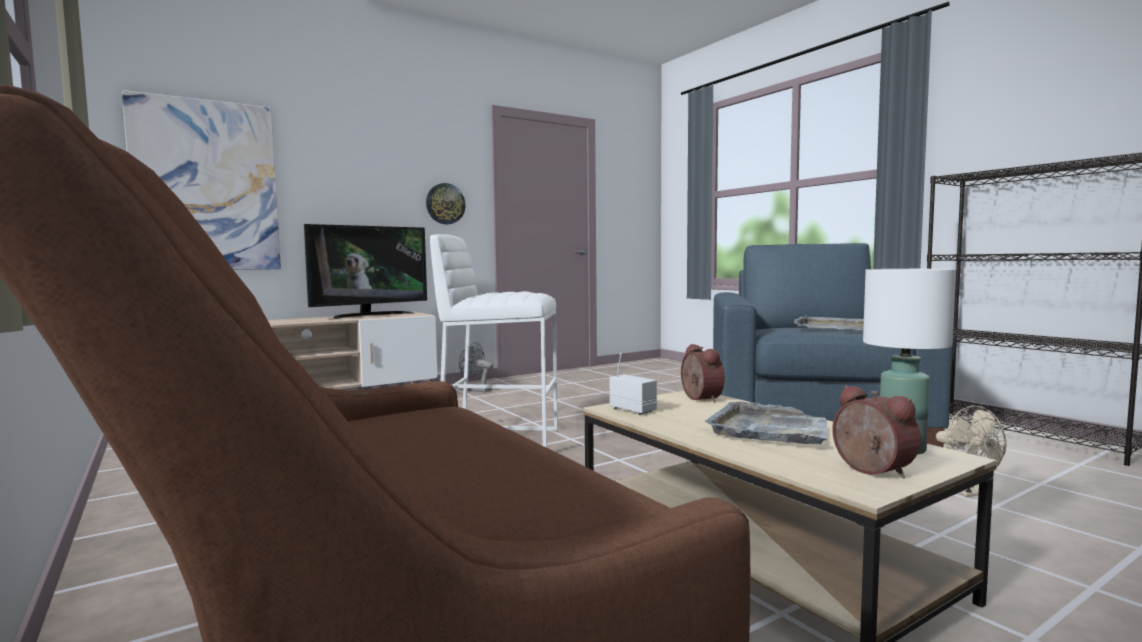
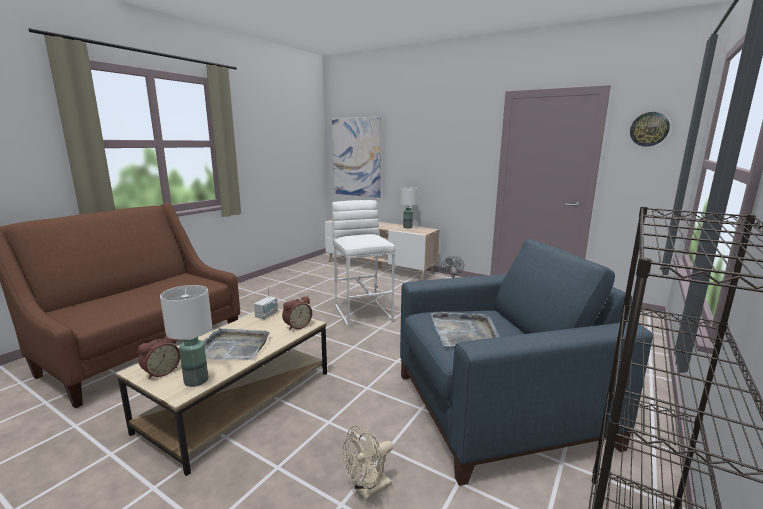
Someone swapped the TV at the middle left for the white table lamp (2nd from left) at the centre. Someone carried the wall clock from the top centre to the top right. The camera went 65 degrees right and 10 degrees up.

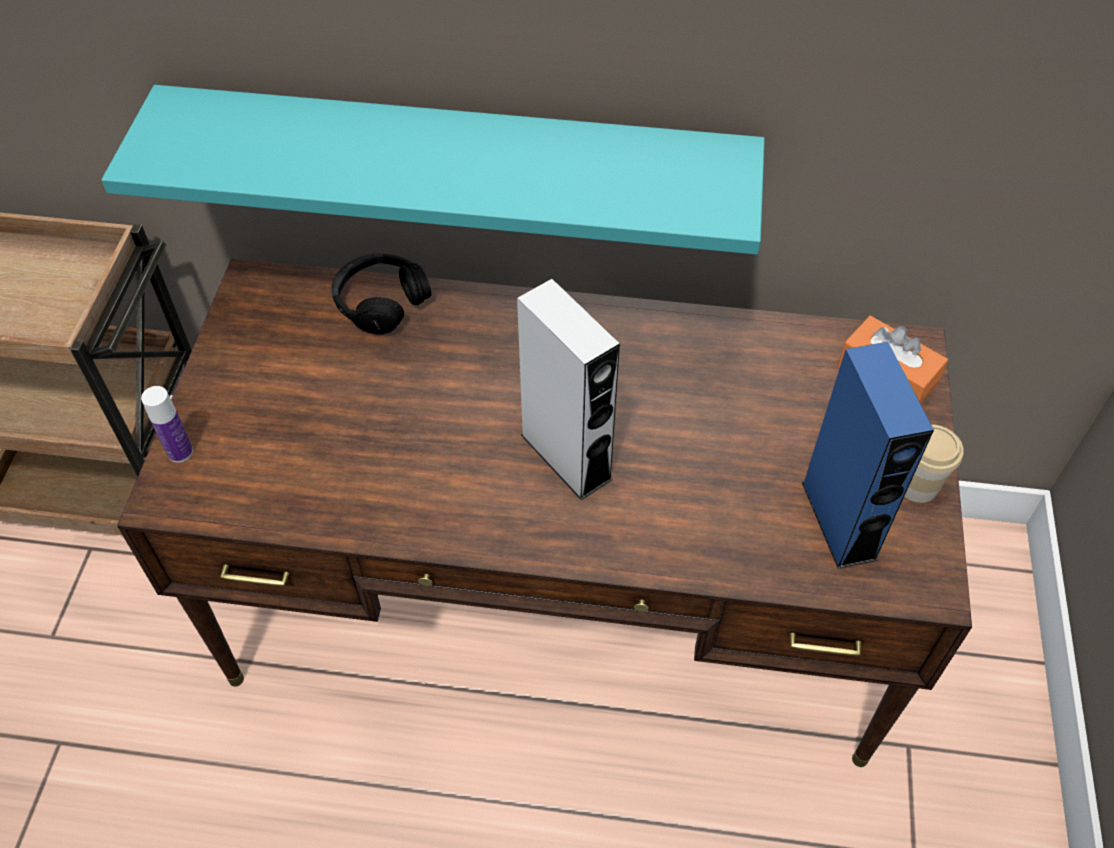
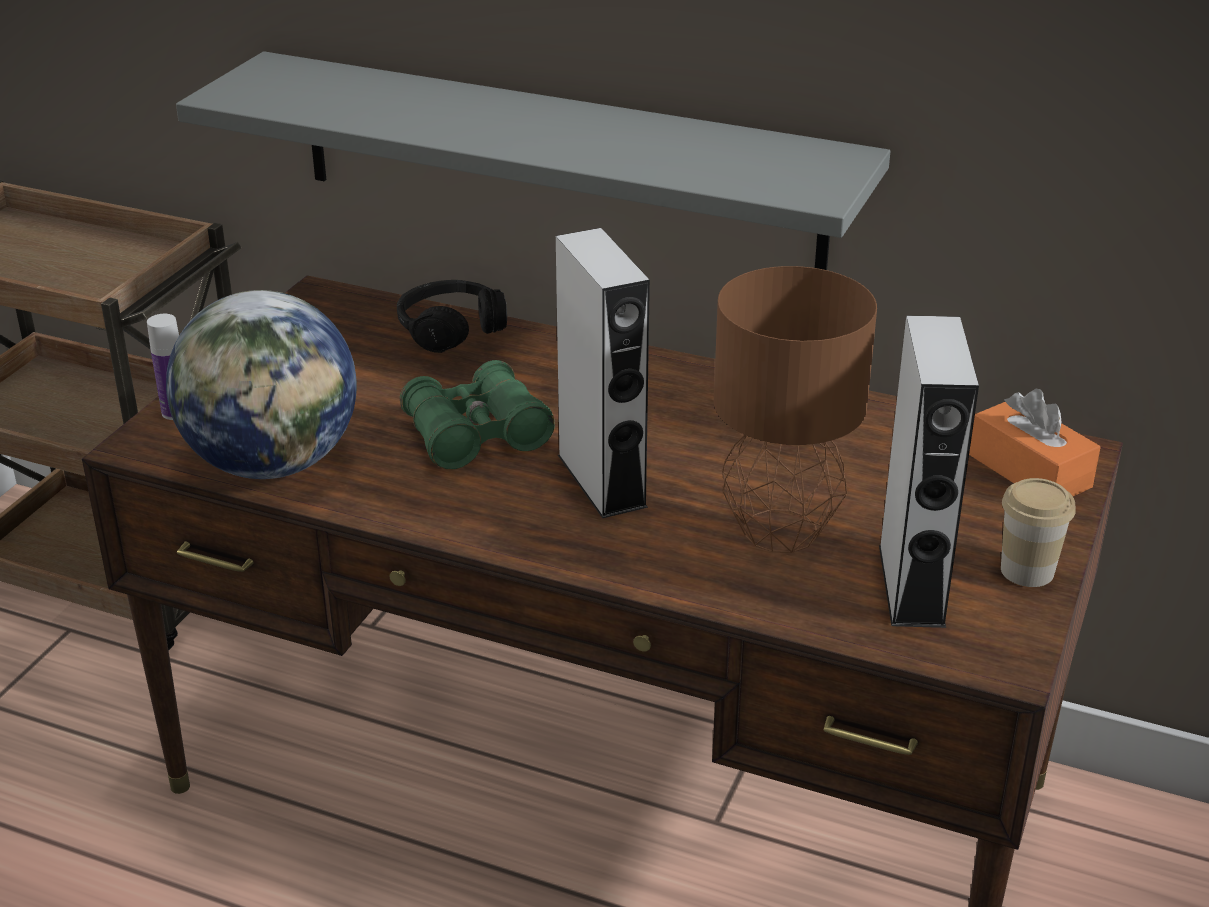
Someone put down the world globe at the middle left. Someone repainted the turquoise wall shelf at the top centre, which became the grey wall shelf at the top centre. Someone put down the green pair of binoculars at the centre. Someone put down the brown table lamp at the centre. Someone repainted the bluish audio speaker at the middle right, which became the grey audio speaker (2nd from left) at the middle right. The camera went 15 degrees right and 20 degrees down.

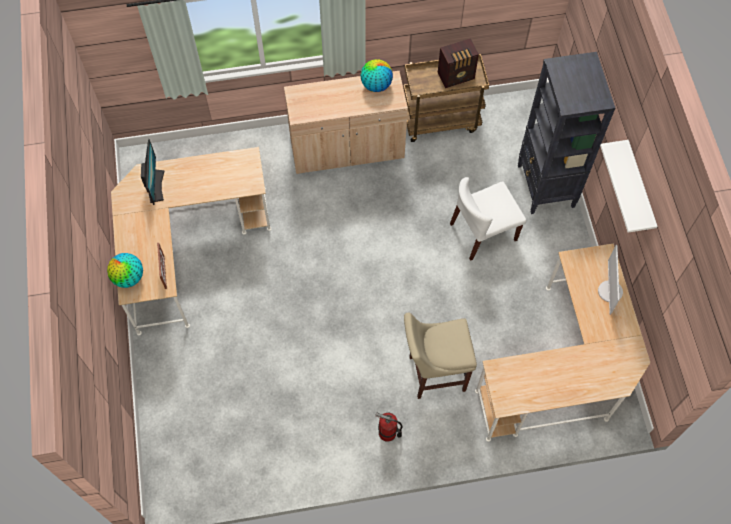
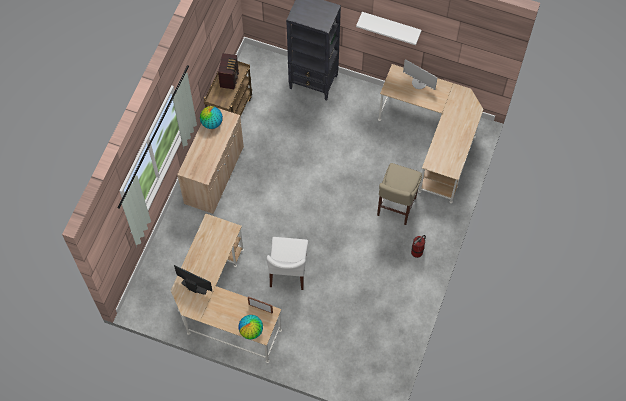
Someone carried the white chair from the middle right to the centre. The camera went 60 degrees left and 0 degrees up.

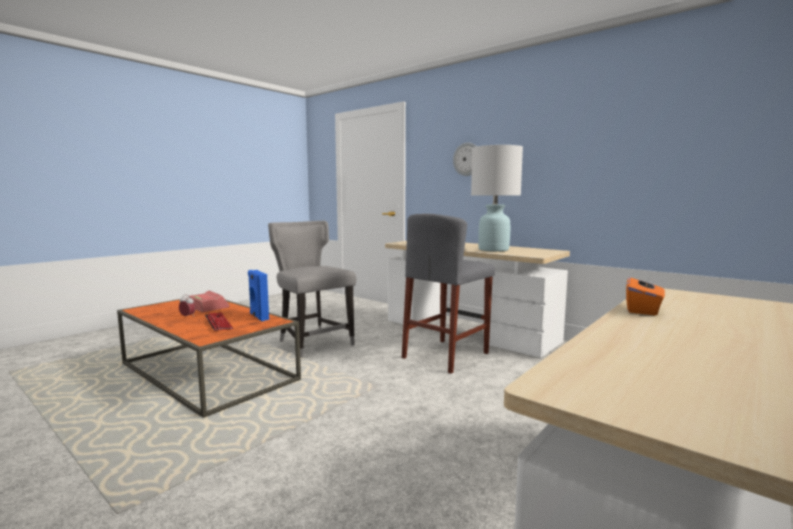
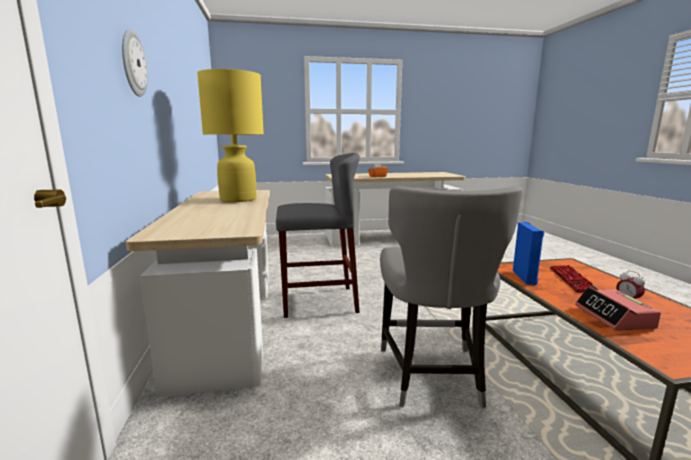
Someone repainted the white table lamp at the centre, which became the yellow table lamp at the top left. The camera went 140 degrees left and 5 degrees up.

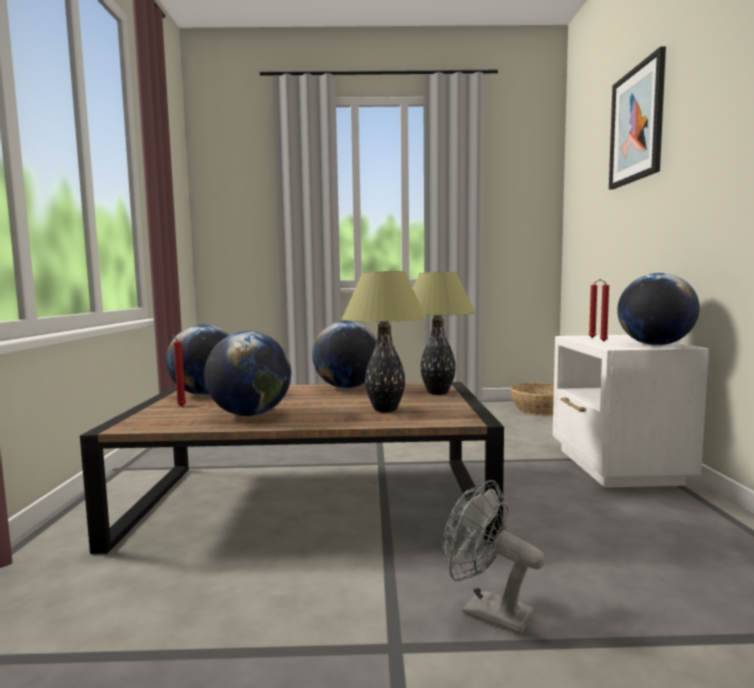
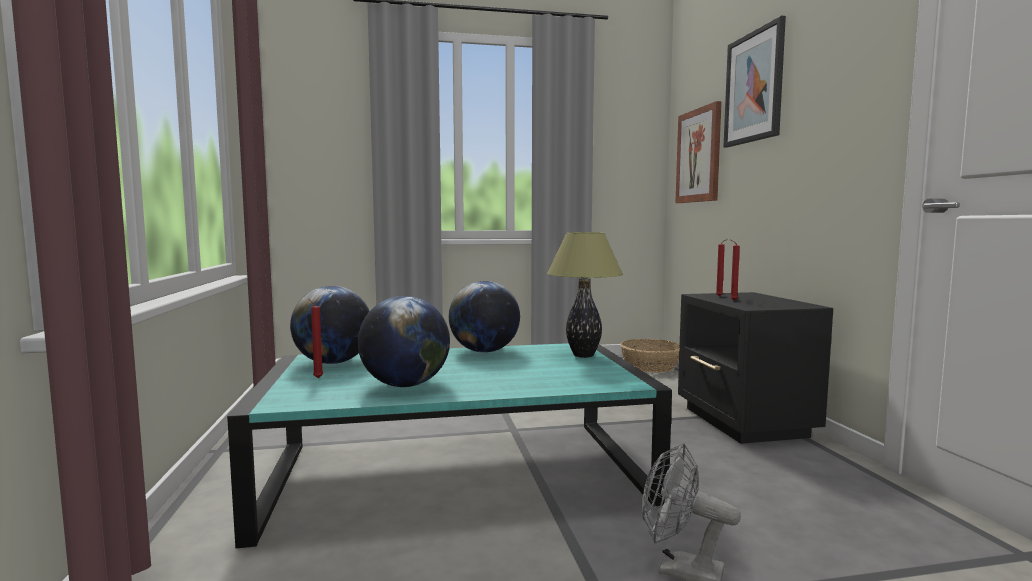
Someone repainted the brown low table at the bottom centre, which became the turquoise low table at the bottom centre. Someone put up the wall art (1st from left) at the top right. Someone repainted the white bedside table at the middle right, which became the black bedside table at the middle right. Someone took away the table lamp (1st from left) at the centre. Someone took away the world globe (4th from left) at the middle right. The camera went 10 degrees left and 0 degrees up.

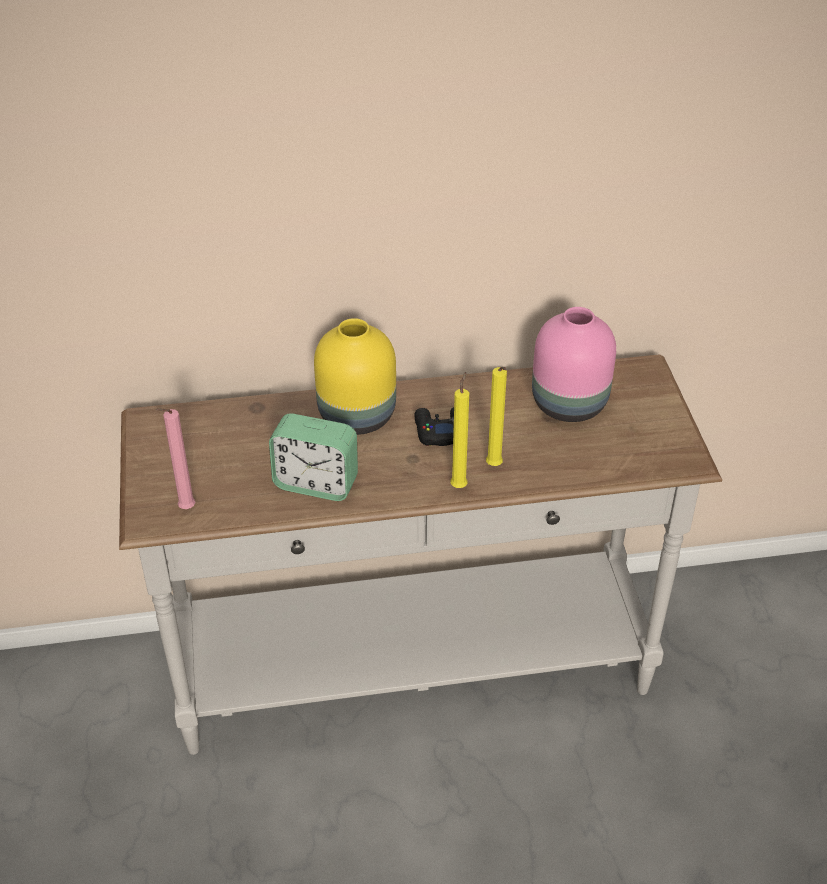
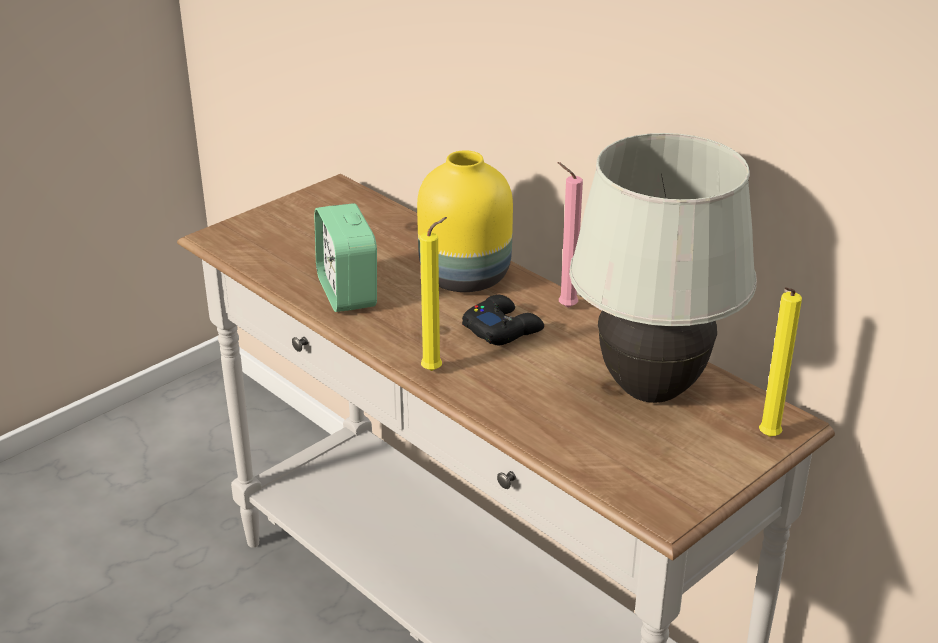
Someone carried the pinkish wax candle from the middle left to the centre. Someone swapped the pinkish decorative vase at the middle right for the white table lamp at the middle right. Someone carried the yellow wax candle (2nd from left) from the centre to the middle right. The camera went 55 degrees right and 10 degrees down.

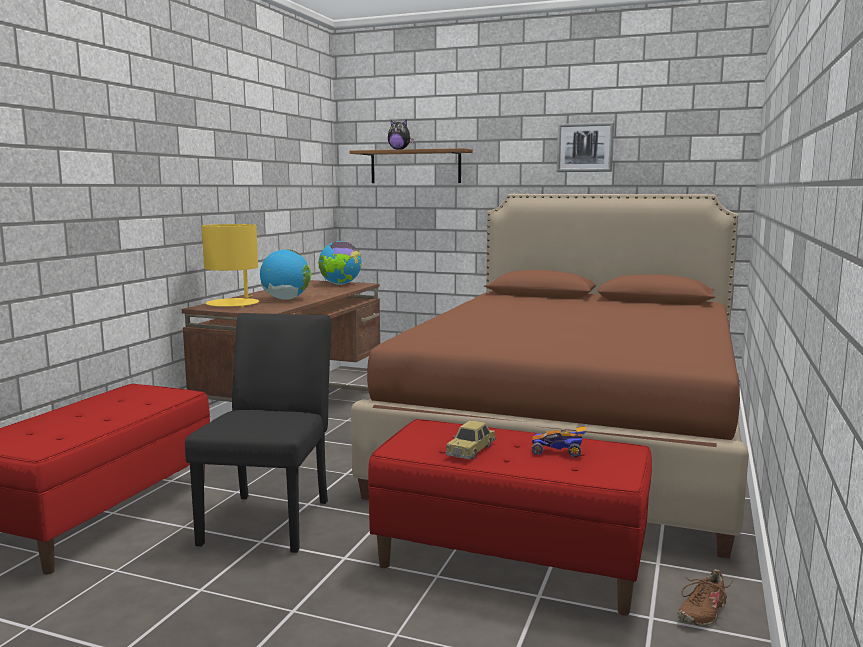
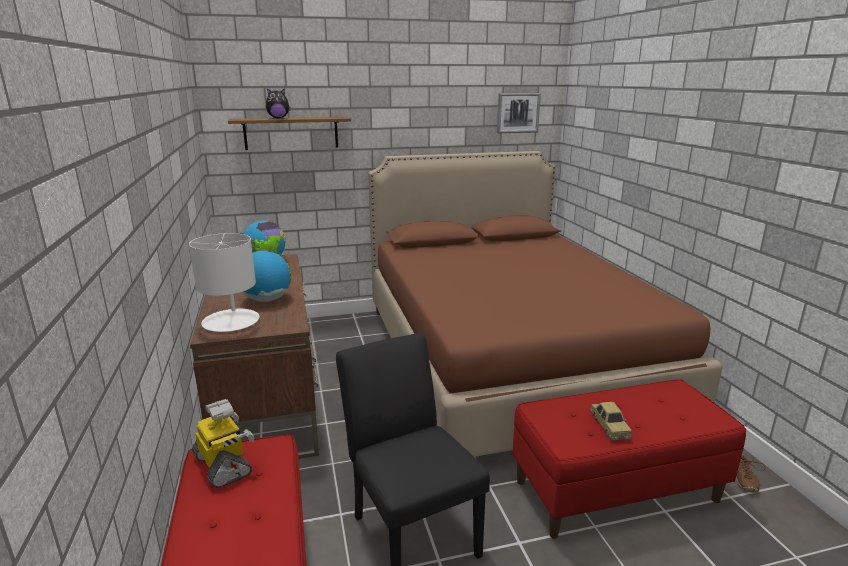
Someone repainted the yellow table lamp at the middle left, which became the white table lamp at the middle left. Someone put down the toy robot at the bottom left. Someone carried the wall art from the top right to the top centre. Someone took away the model car (2nd from left) at the bottom centre. The camera went 35 degrees left and 10 degrees up.

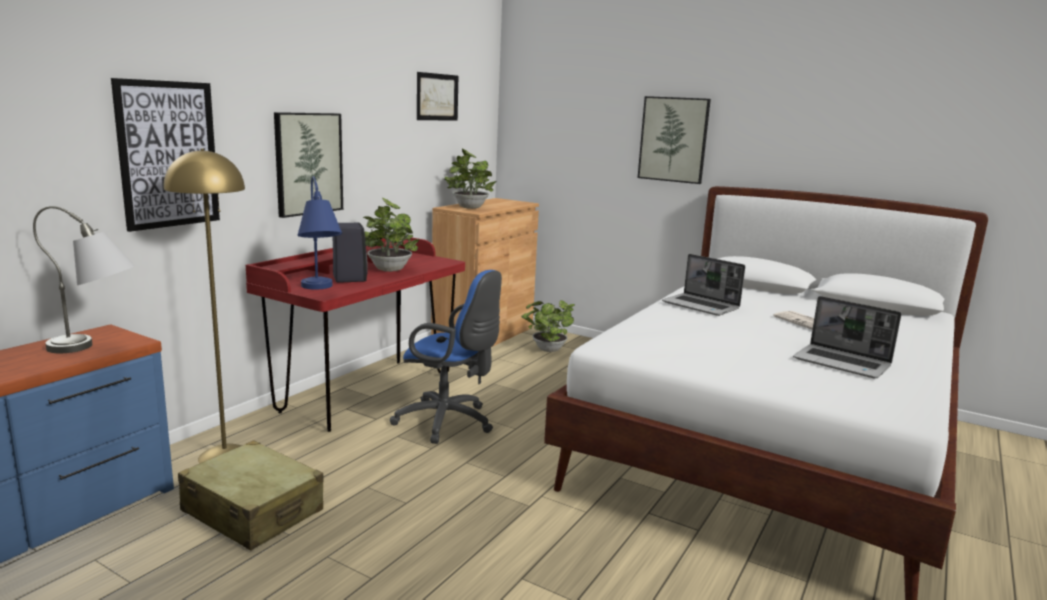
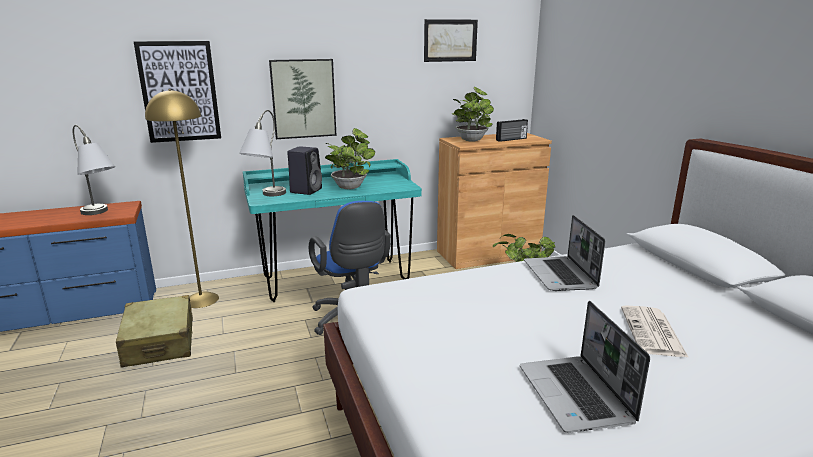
Someone repainted the bluish table lamp at the middle left, which became the grey table lamp (2nd from left) at the middle left. Someone repainted the red desk unit at the centre, which became the turquoise desk unit at the centre. Someone put down the radio receiver at the top centre. Someone took away the wall art (4th from left) at the top centre. The camera went 40 degrees right and 5 degrees up.

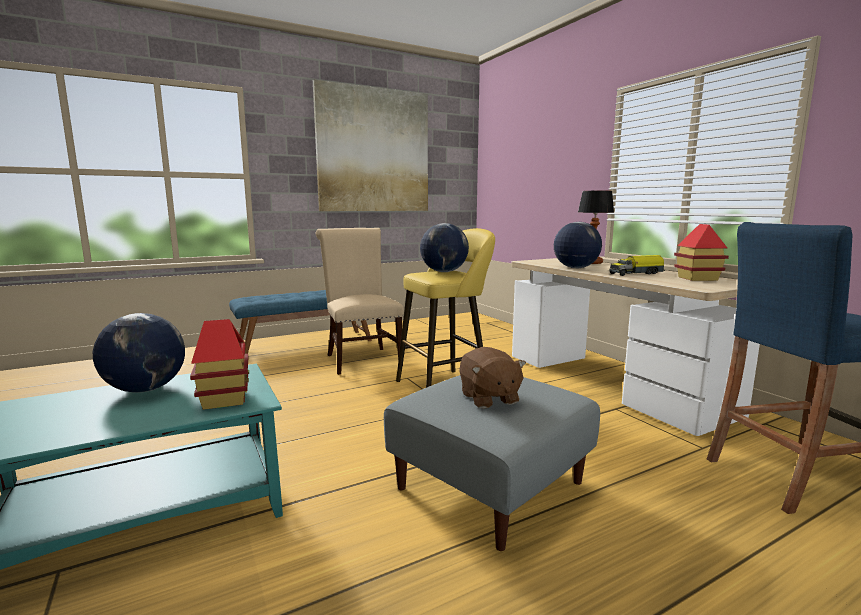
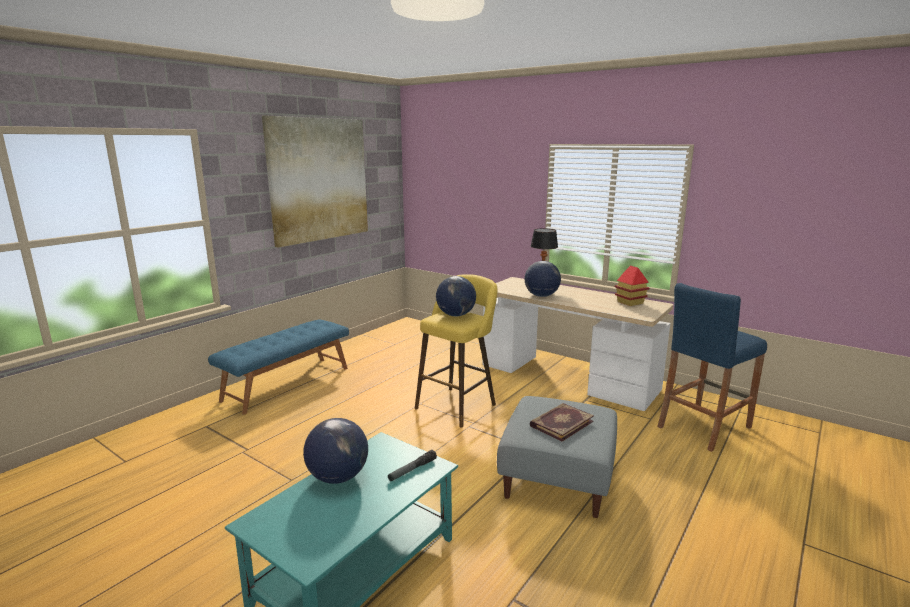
Someone swapped the miniature house (1st from left) at the middle left for the flashlight at the bottom centre. Someone swapped the brown cuddly toy at the centre for the bound book at the bottom centre. Someone took away the sand-coloured chair at the centre. Someone took away the model truck at the middle right. The camera went 25 degrees left and 5 degrees up.

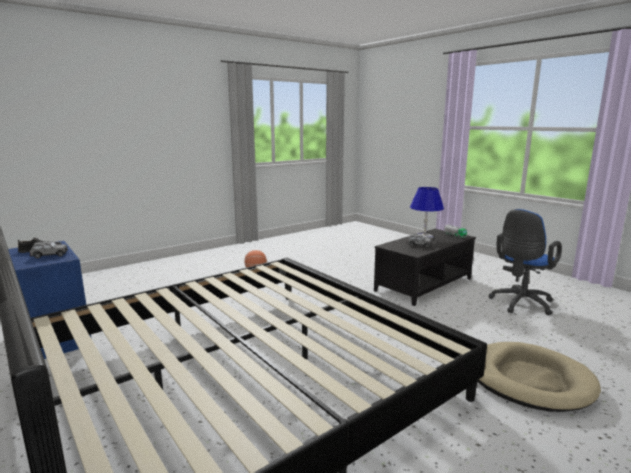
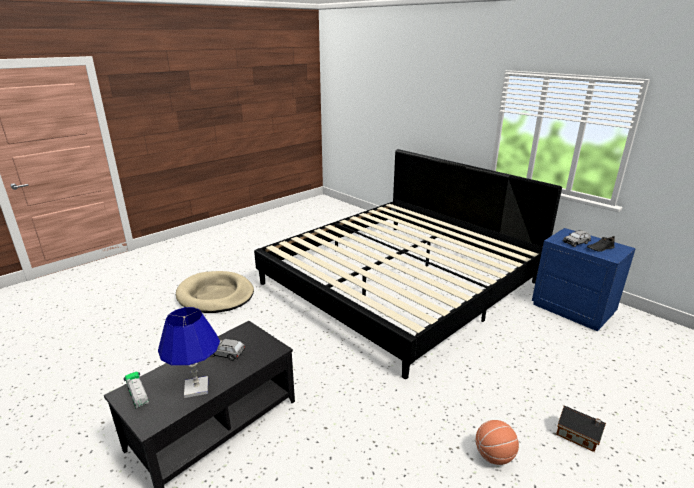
Someone put down the miniature house at the bottom right. Someone took away the bluish office chair at the middle right. The camera went 175 degrees right and 10 degrees up.

